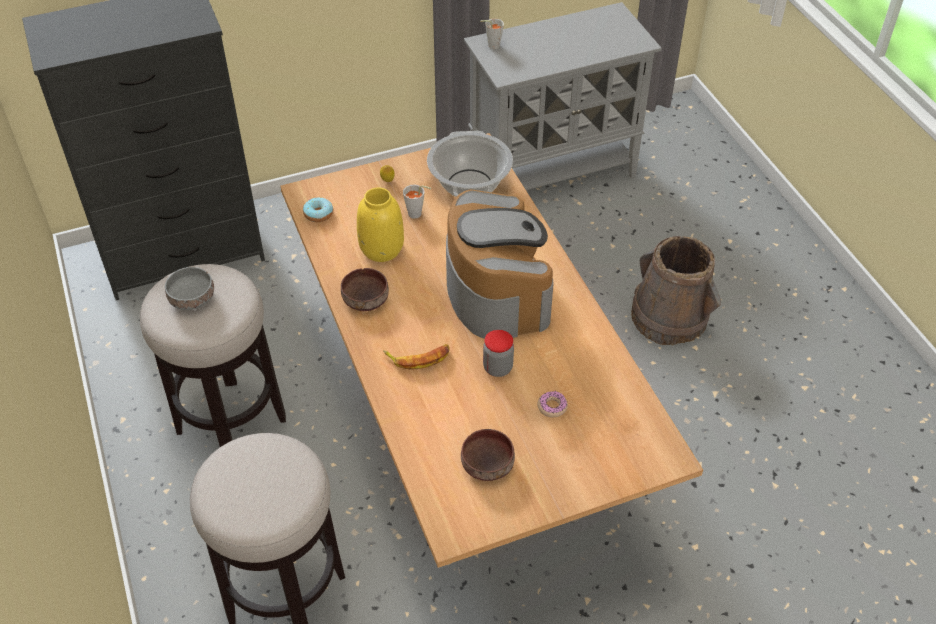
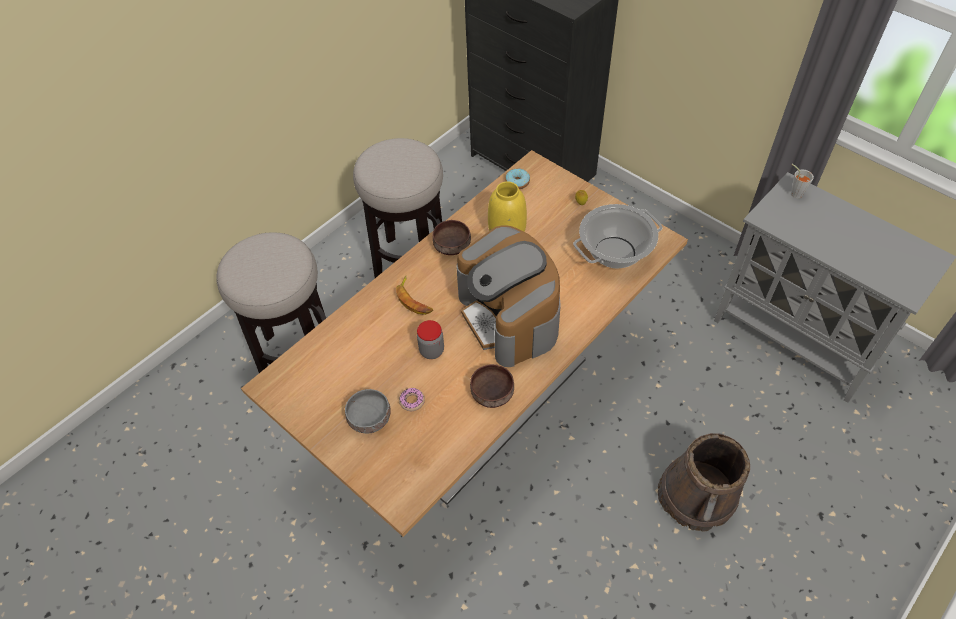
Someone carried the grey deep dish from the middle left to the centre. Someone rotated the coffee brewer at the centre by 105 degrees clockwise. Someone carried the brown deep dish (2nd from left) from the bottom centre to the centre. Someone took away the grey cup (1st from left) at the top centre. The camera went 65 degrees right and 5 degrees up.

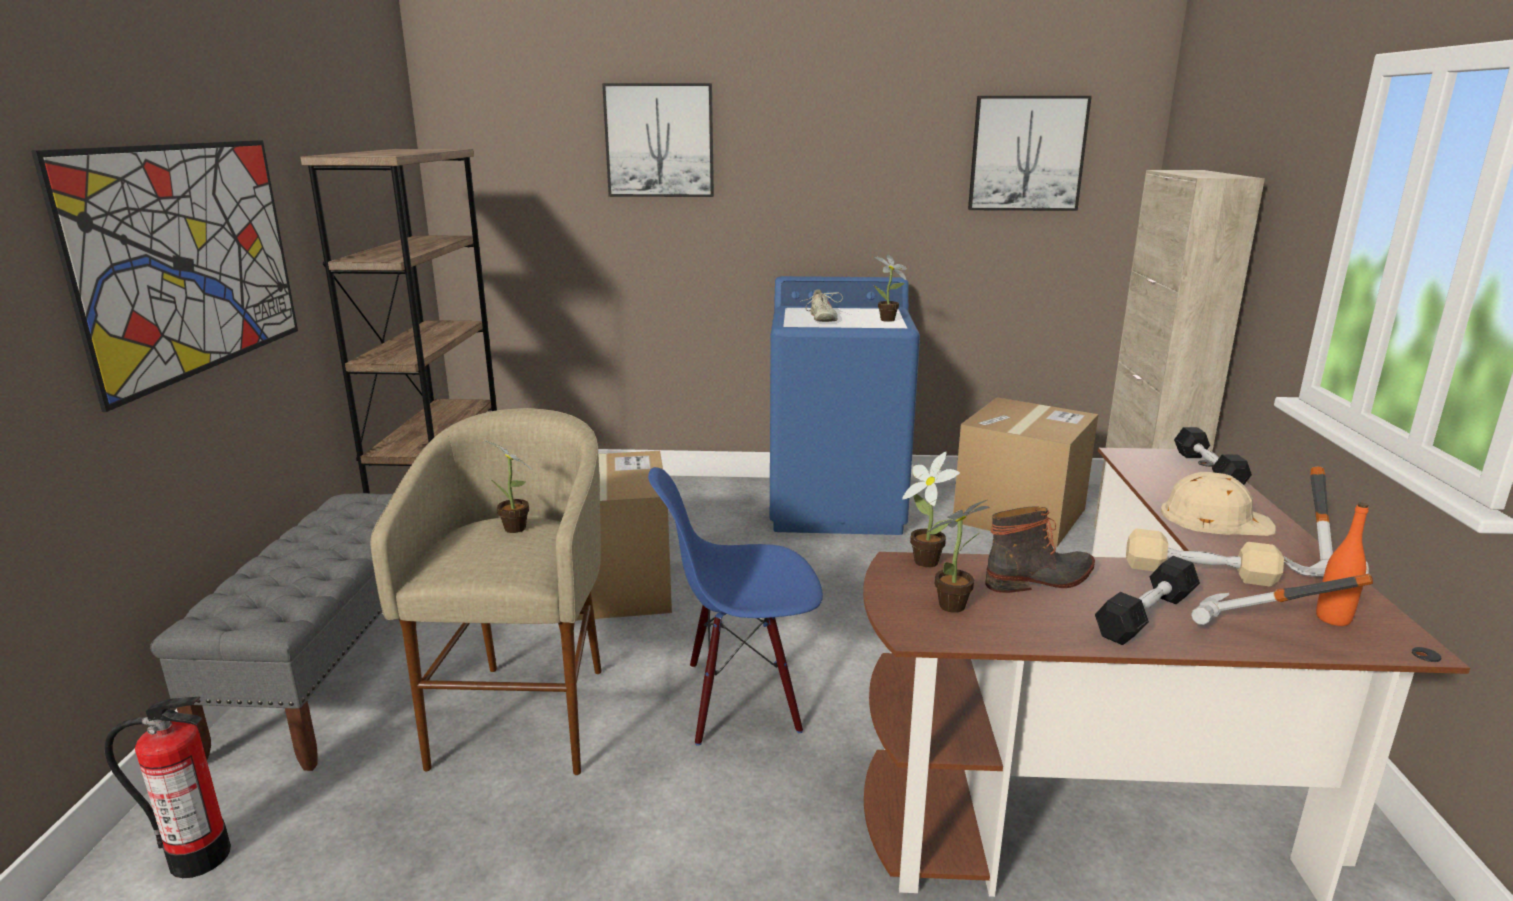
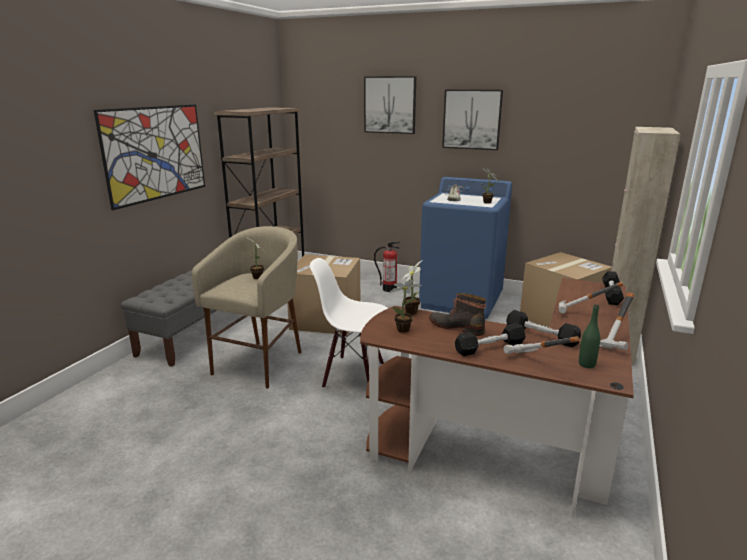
Someone repainted the bluish chair at the bottom centre, which became the white chair at the centre. Someone carried the fire extinguisher from the bottom left to the centre. Someone rotated the tall boot at the middle right by 150 degrees counterclockwise. Someone carried the wall art (3rd from left) from the top right to the top centre. Someone repainted the sand-coloured hand weight at the middle right, which became the black hand weight (2nd from left) at the middle right. Someone swapped the sand-coloured safety helmet at the middle right for the hammer (2nd from left) at the middle right. Someone repainted the orange-coloured beverage bottle at the middle right, which became the green beverage bottle at the middle right. The camera went 20 degrees right and 0 degrees up.

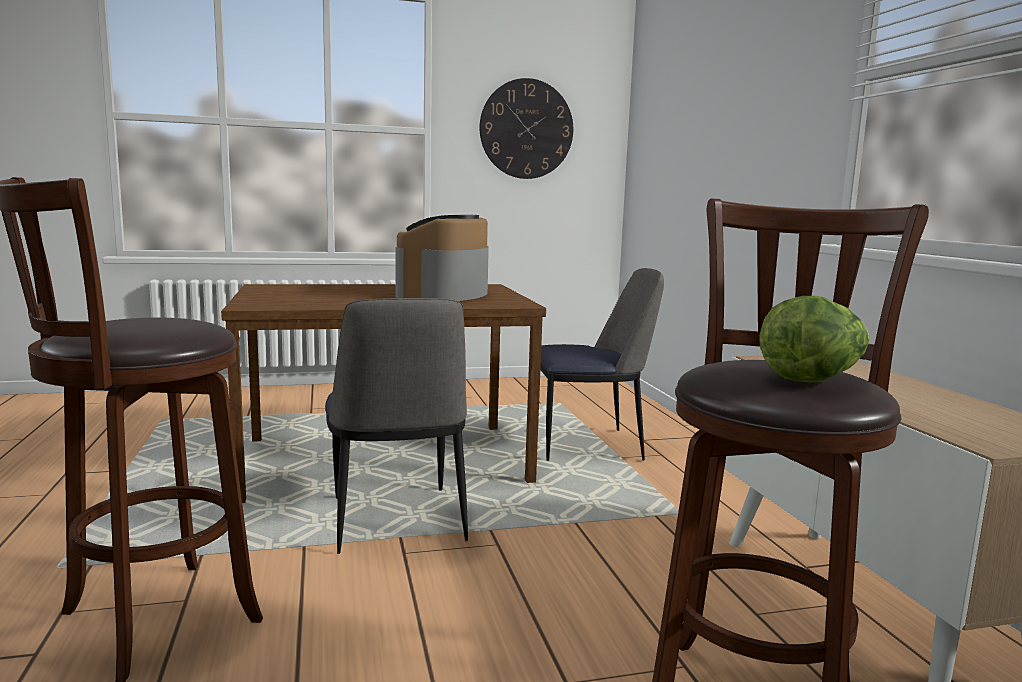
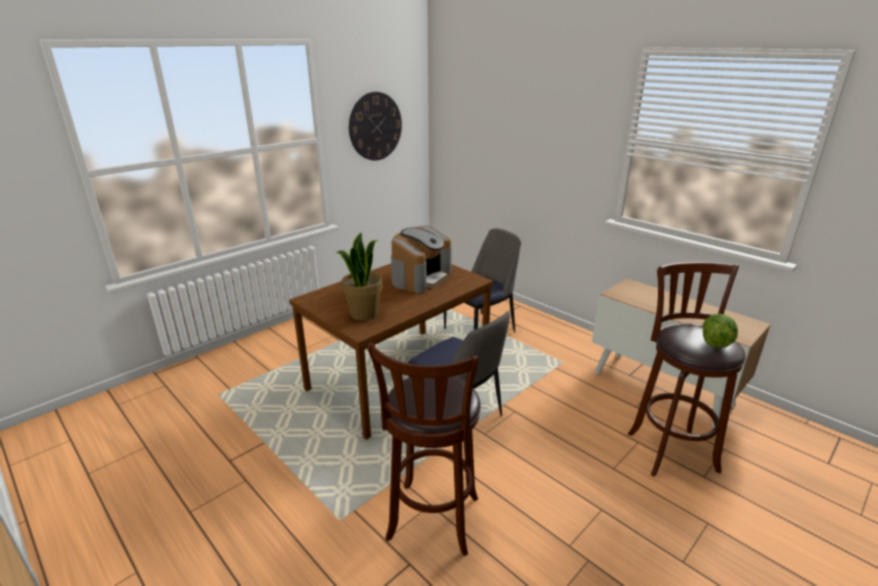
Someone put down the potted plant at the centre. Someone rotated the coffee brewer at the centre by 135 degrees counterclockwise. The camera went 30 degrees left and 15 degrees up.

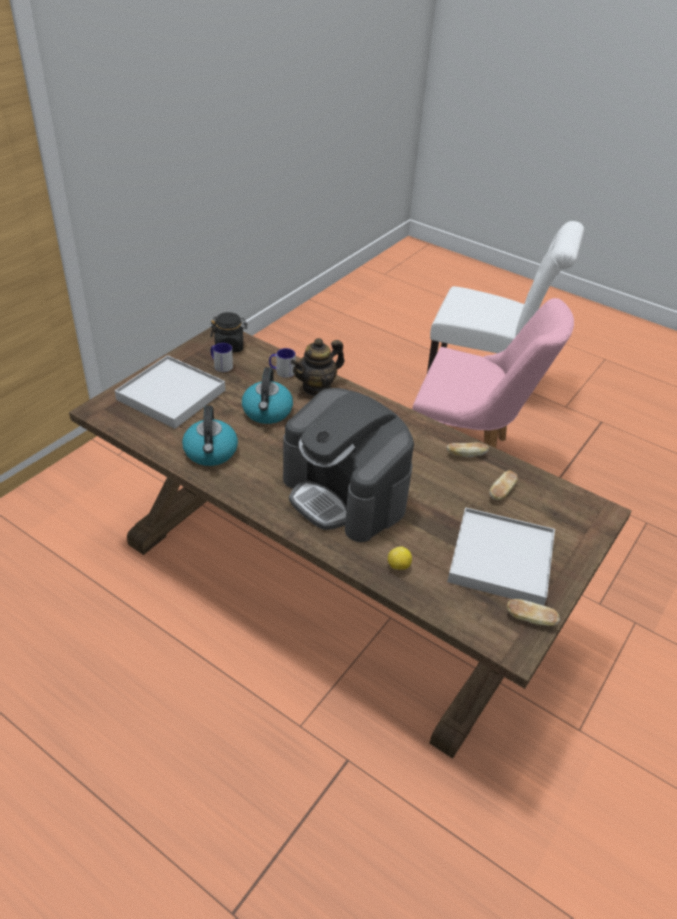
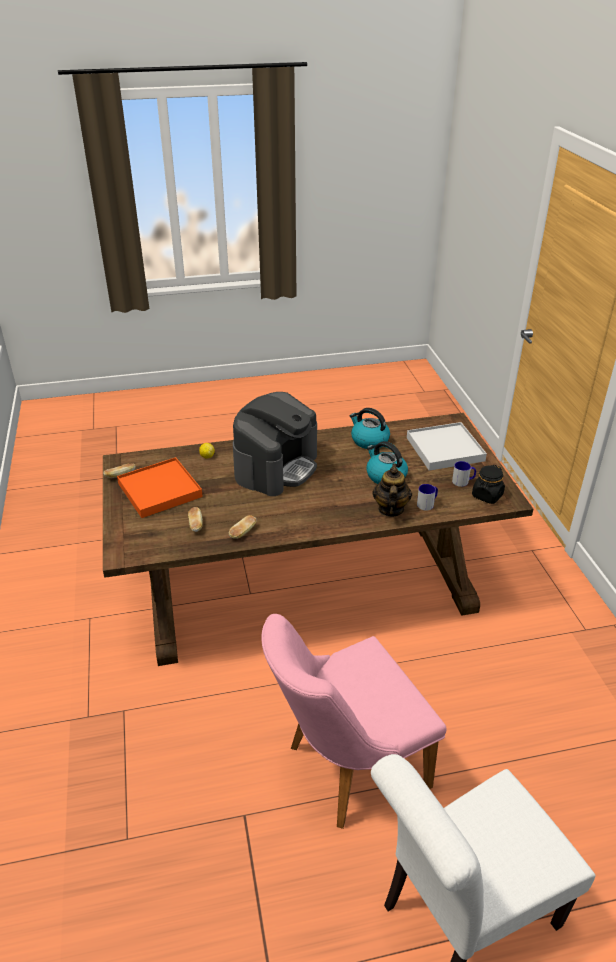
Someone repainted the white serving tray (2nd from left) at the middle right, which became the orange-coloured serving tray at the middle left. Someone rotated the coffee brewer at the centre by 120 degrees clockwise. The camera went 135 degrees right and 5 degrees down.

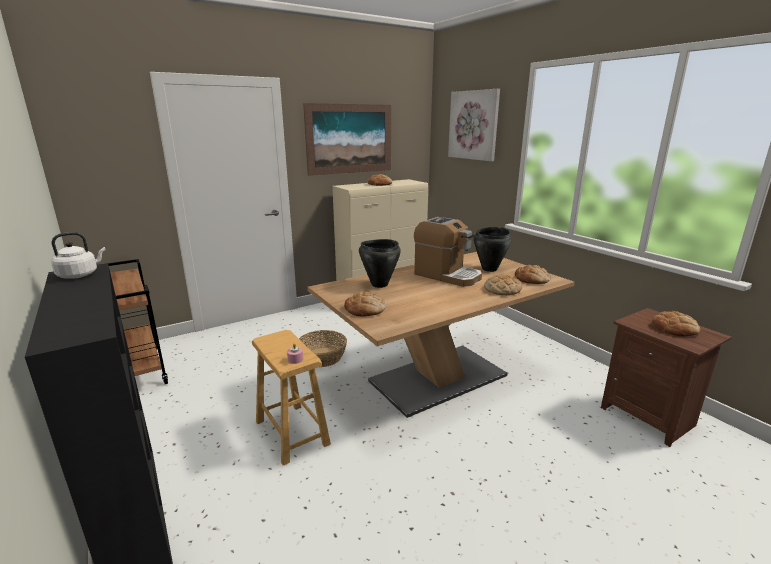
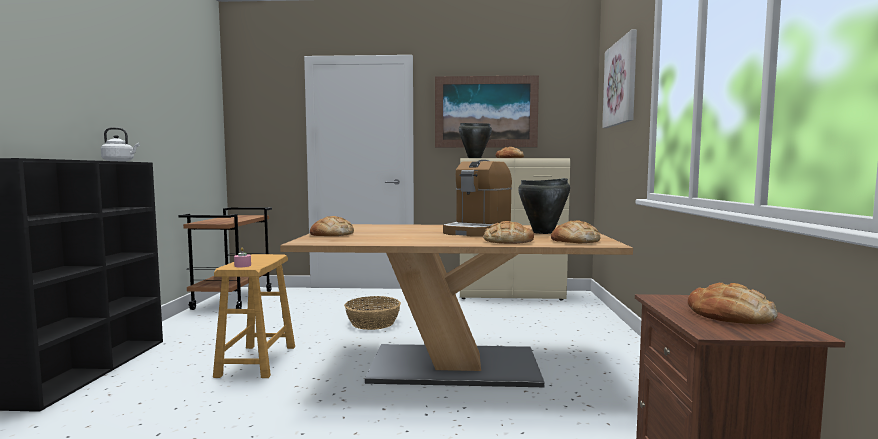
Someone rotated the coffee brewer at the centre by 45 degrees clockwise. Someone carried the black stockpot (1st from left) from the centre to the top centre. The camera went 35 degrees right and 15 degrees down.

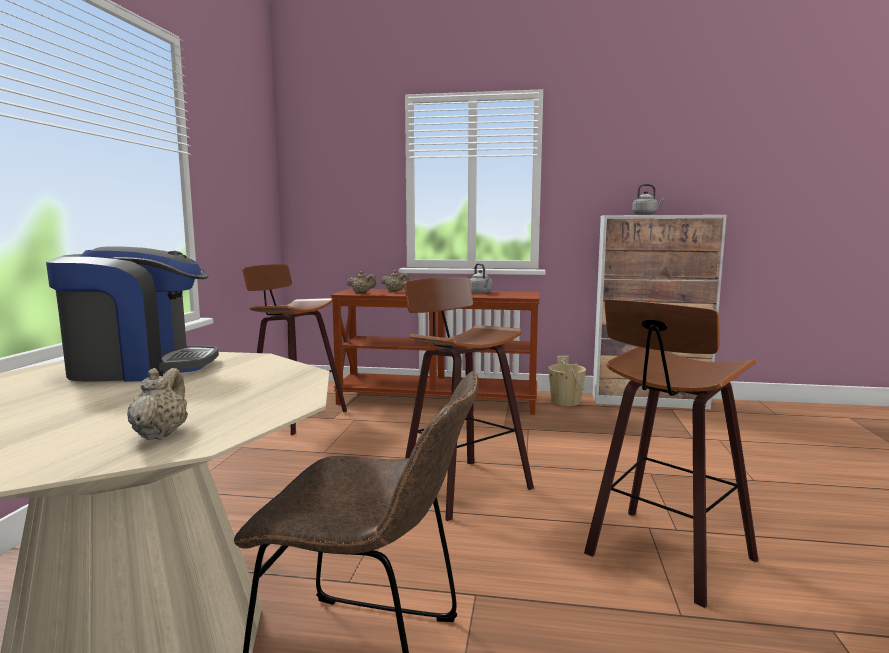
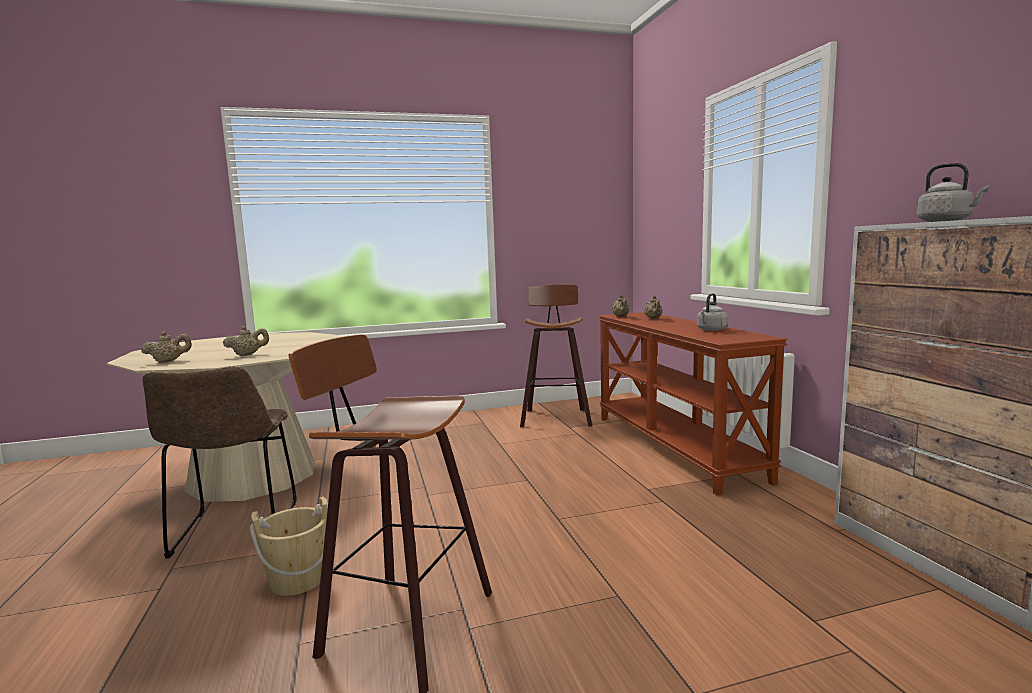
Someone put down the sand-coloured teapot (2nd from left) at the middle left. Someone carried the sand-coloured pail from the centre to the bottom left. Someone took away the coffee brewer at the middle left. Someone took away the stool seat (2nd from left) at the centre. The camera went 65 degrees right and 0 degrees up.

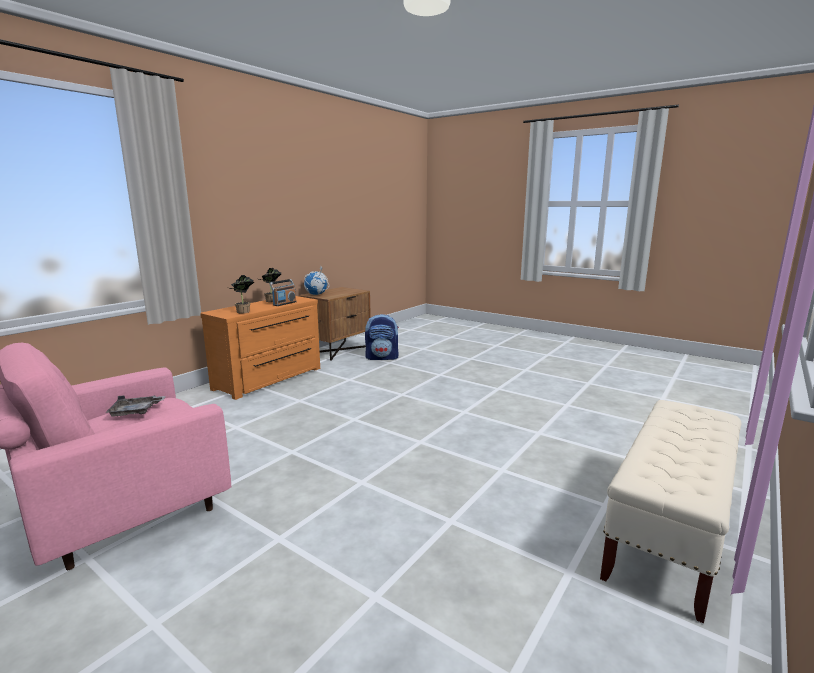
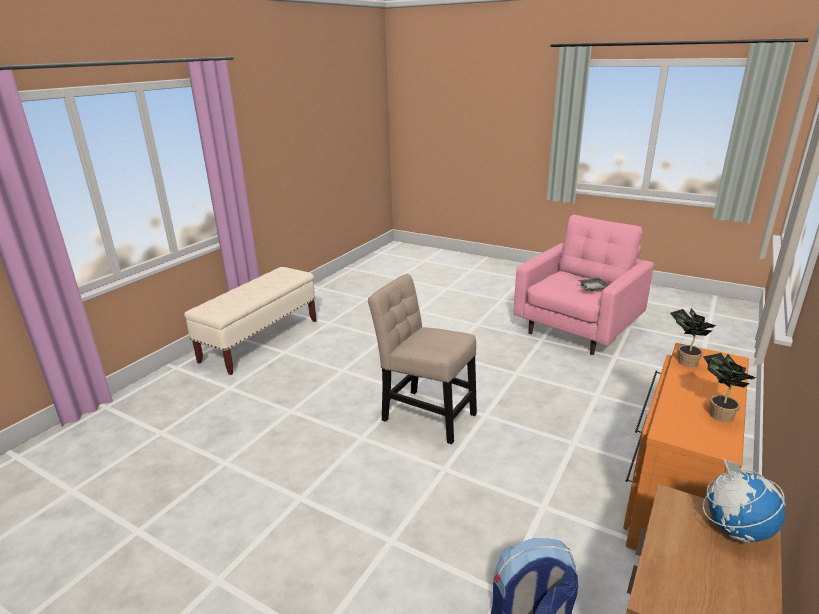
Someone put down the sand-coloured chair at the centre. Someone took away the radio receiver at the centre. The camera went 175 degrees right and 10 degrees up.

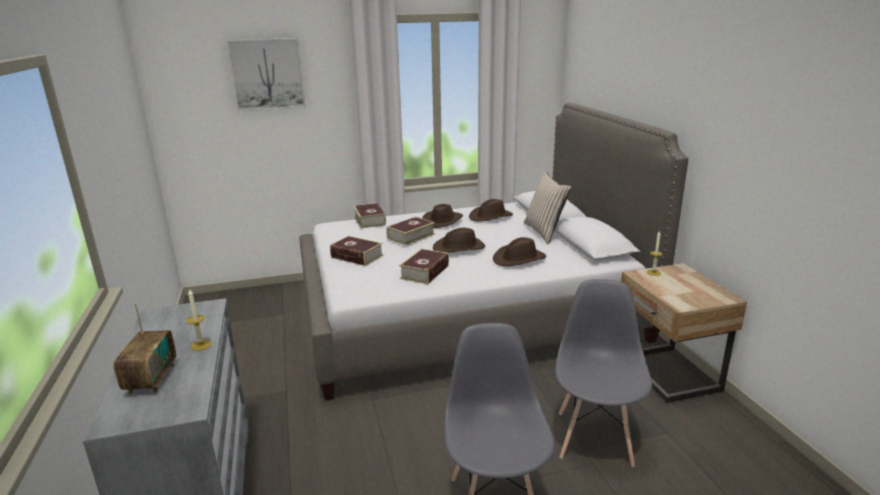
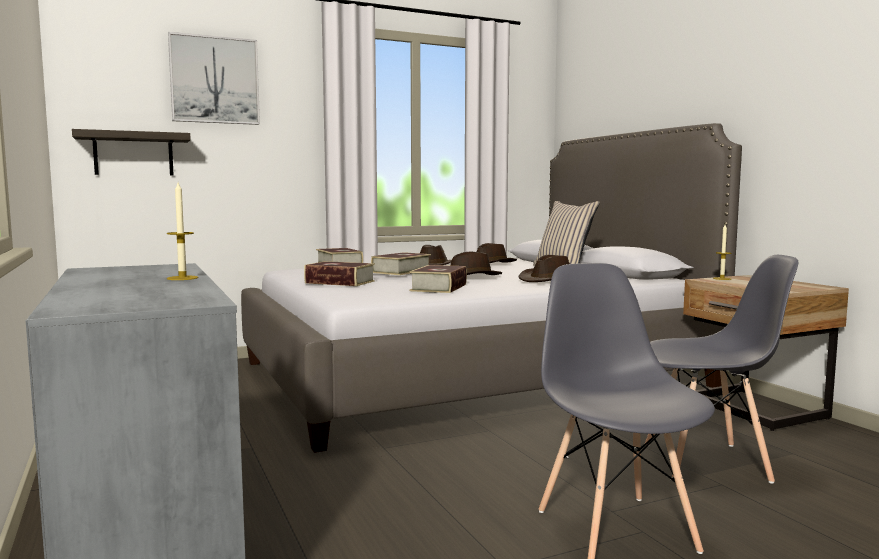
Someone put up the wall shelf at the top left. Someone rotated the grey chair (2nd from left) at the bottom right by 90 degrees clockwise. Someone took away the radio receiver at the bottom left. The camera went 10 degrees left and 15 degrees down.

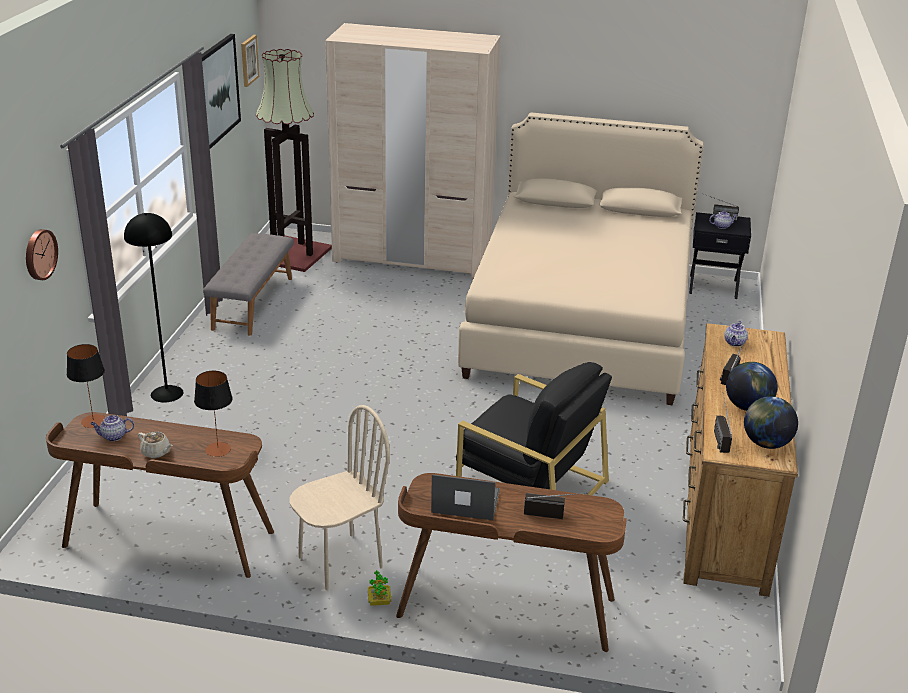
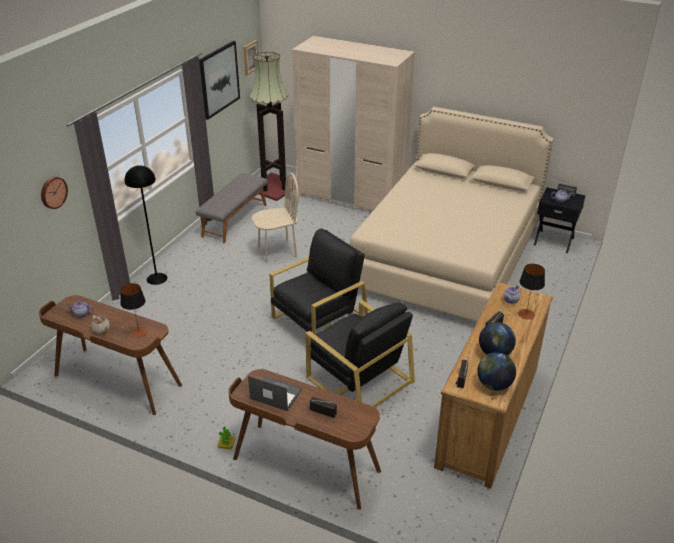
Someone carried the sand-coloured chair from the bottom centre to the centre. Someone put down the black lounge chair (1st from left) at the centre. Someone carried the table lamp (1st from left in the first image) from the middle left to the middle right. The camera went 15 degrees right and 5 degrees up.

